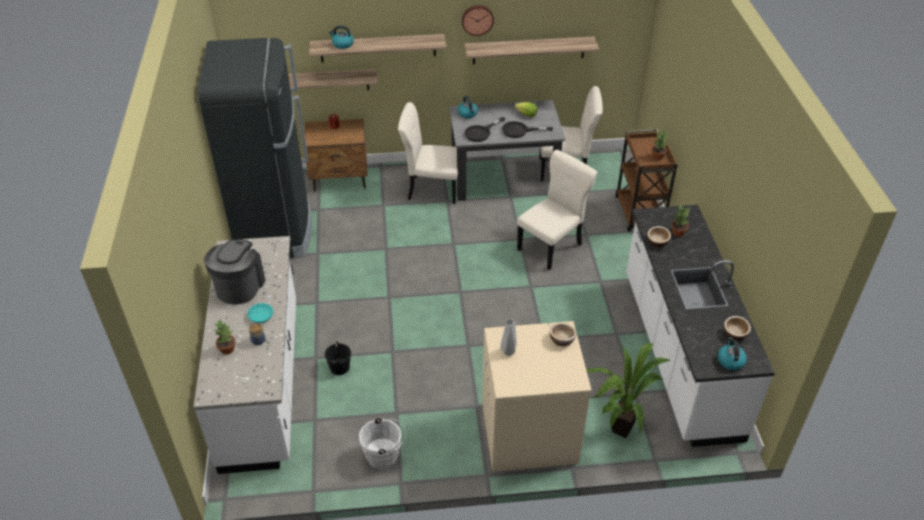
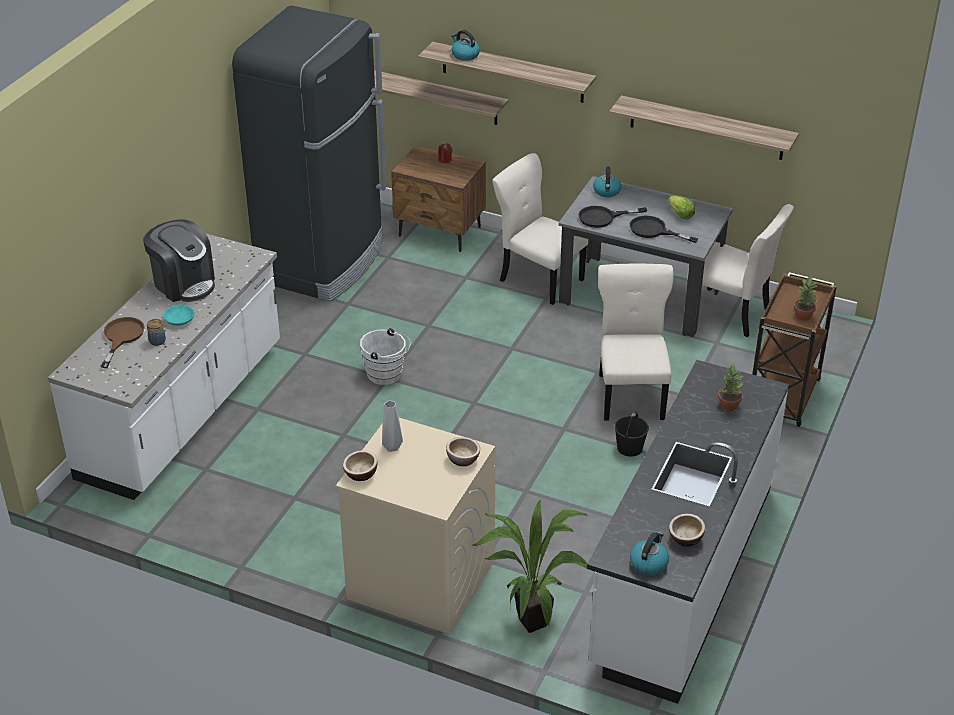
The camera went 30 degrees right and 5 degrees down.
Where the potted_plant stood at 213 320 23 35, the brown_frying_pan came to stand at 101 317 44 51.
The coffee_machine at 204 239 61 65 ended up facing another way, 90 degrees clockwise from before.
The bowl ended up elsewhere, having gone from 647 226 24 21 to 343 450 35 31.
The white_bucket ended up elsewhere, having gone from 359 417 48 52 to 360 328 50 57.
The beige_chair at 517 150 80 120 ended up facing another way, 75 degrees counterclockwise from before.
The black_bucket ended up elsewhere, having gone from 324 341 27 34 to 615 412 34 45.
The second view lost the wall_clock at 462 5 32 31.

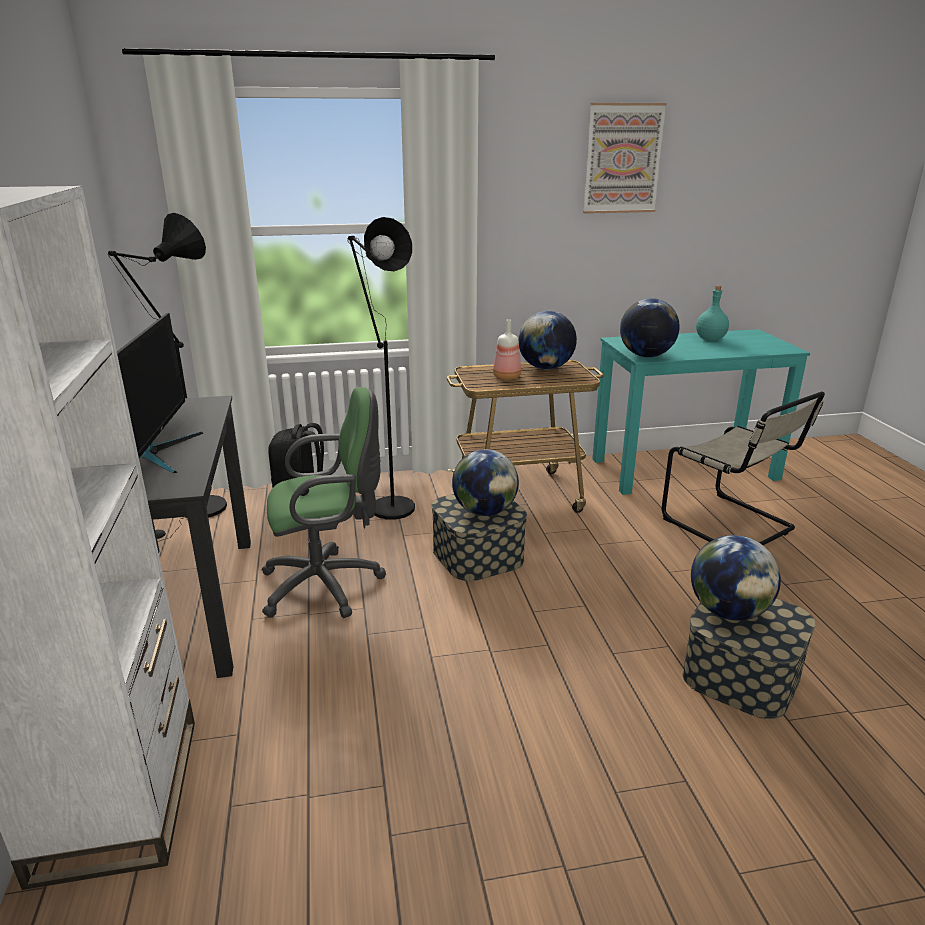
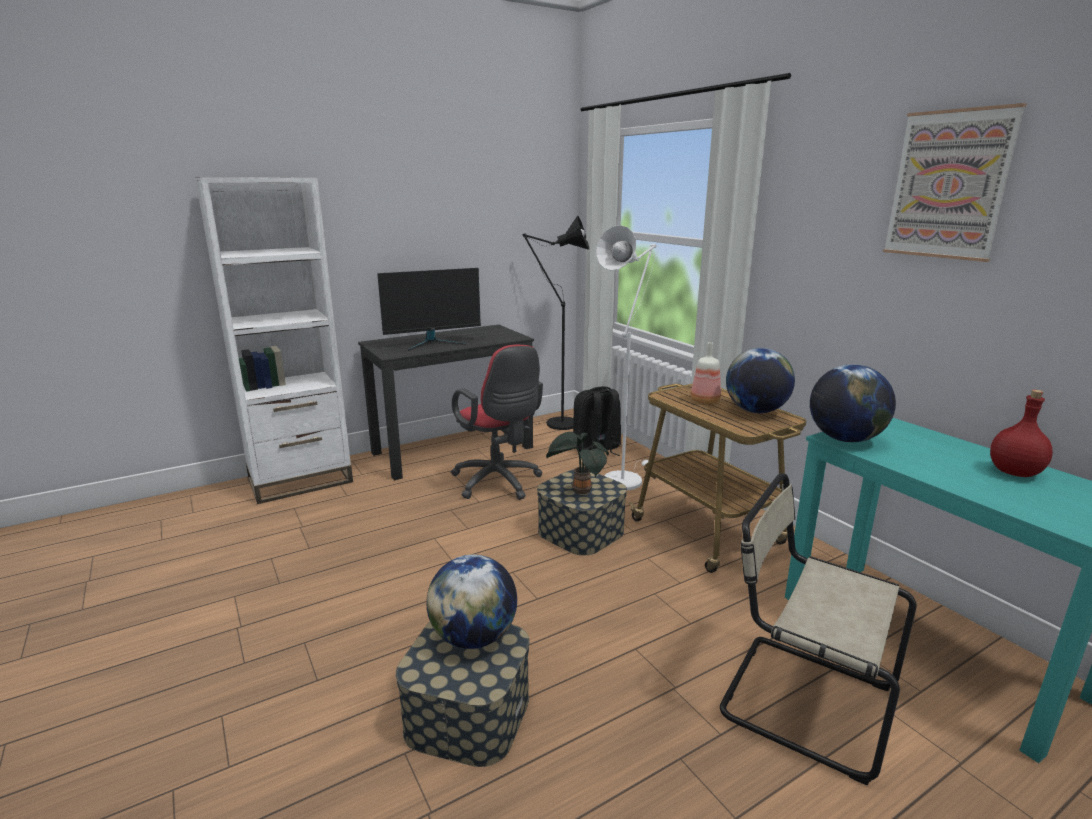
The camera went 70 degrees right and 5 degrees down.
What was the green_office_chair at 261 387 125 231 turned into the red_office_chair at 451 345 92 155.
Where the globe stood at 452 449 67 67, the potted_plant came to stand at 545 432 64 63.
What was the black_floor_lamp at 347 217 68 303 turned into the white_floor_lamp at 596 225 63 265.
The beige_chair at 662 391 163 154 ended up facing another way, 90 degrees clockwise from before.
What was the turquoise_bottle at 696 285 33 56 turned into the red_bottle at 990 390 63 87.

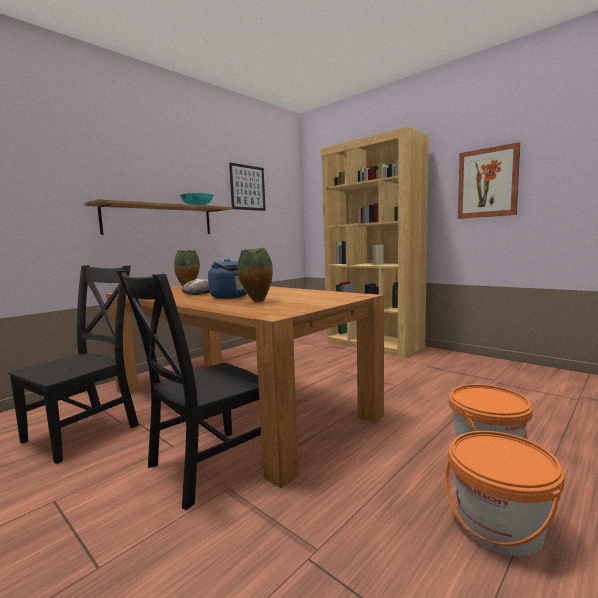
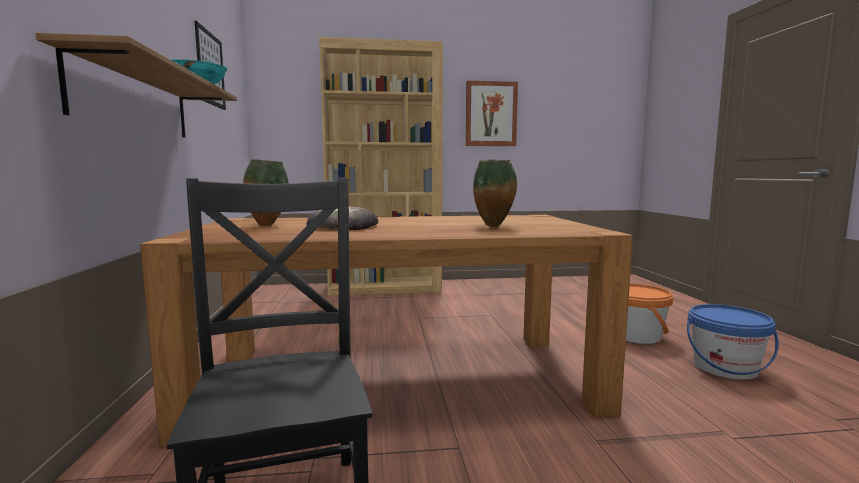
The camera went 50 degrees left and 0 degrees up.
What was the orange_bucket at 445 431 120 125 turned into the blue_bucket at 687 304 92 76.
The second view lost the black_chair at 117 270 144 240.
The second view lost the blue_kettle at 208 258 39 41.

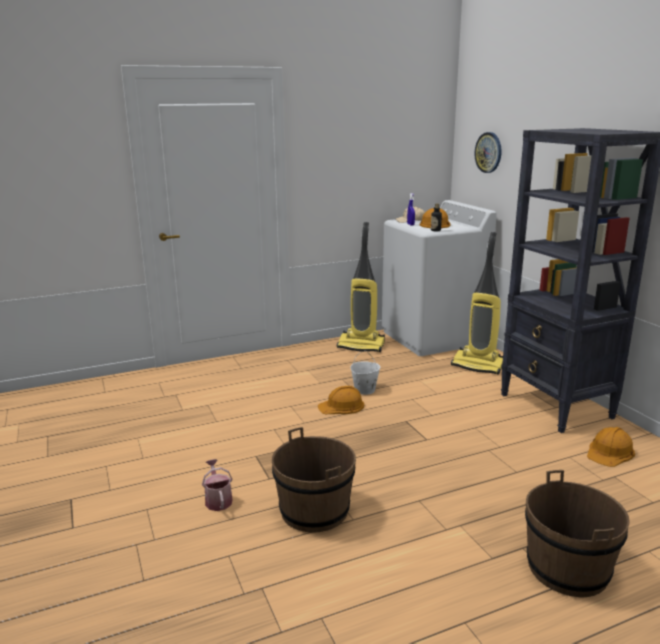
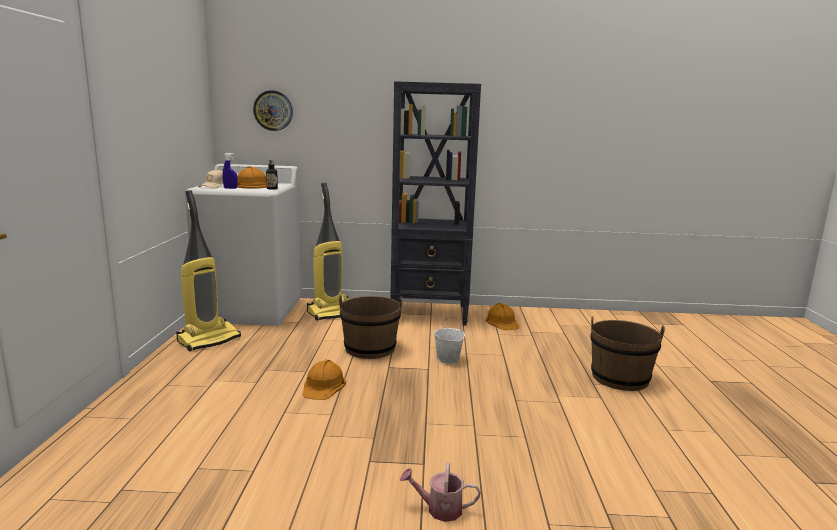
The camera went 65 degrees left and 5 degrees down.
The brown_bucket ended up elsewhere, having gone from 272 427 84 106 to 339 295 63 64.
The white_bucket ended up elsewhere, having gone from 351 351 29 44 to 434 316 31 48.

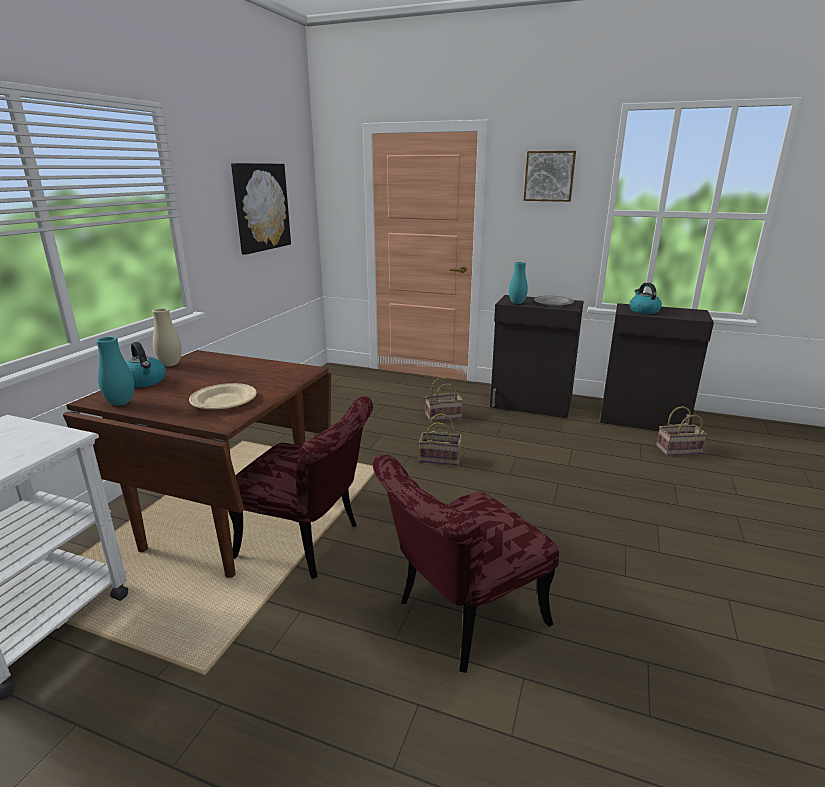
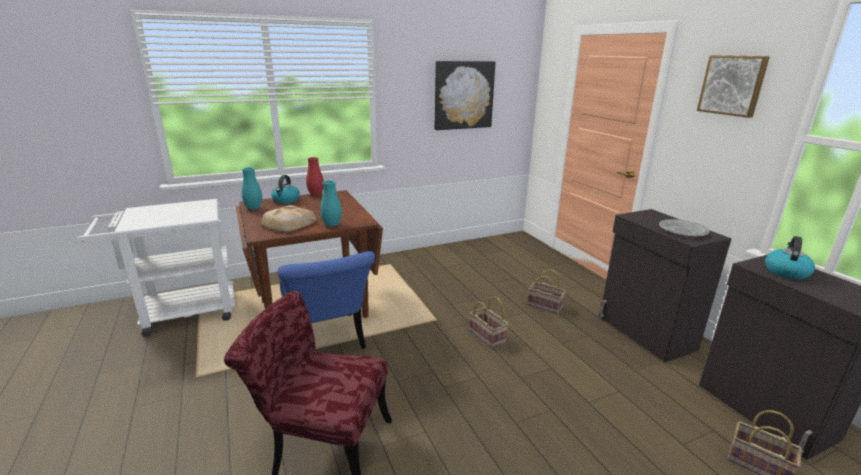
The camera went 45 degrees right and 0 degrees up.
Where the beige_plate stood at 189 383 68 26, the bread came to stand at 261 205 55 27.
What was the red_chair at 228 396 145 183 turned into the blue_chair at 278 251 97 98.
What was the beige_vase at 152 308 30 58 turned into the red_vase at 306 157 18 39.
The turquoise_vase ended up elsewhere, having gone from 509 262 19 42 to 320 180 22 47.

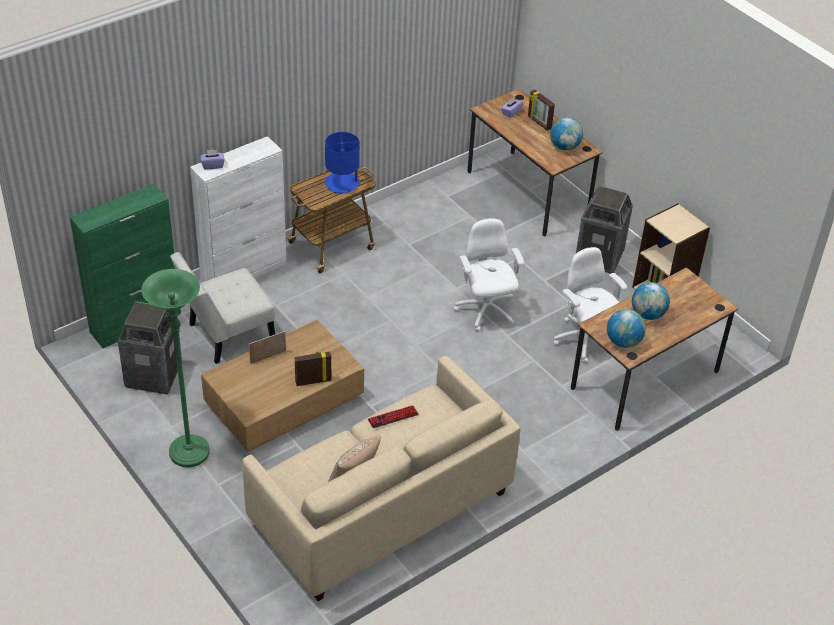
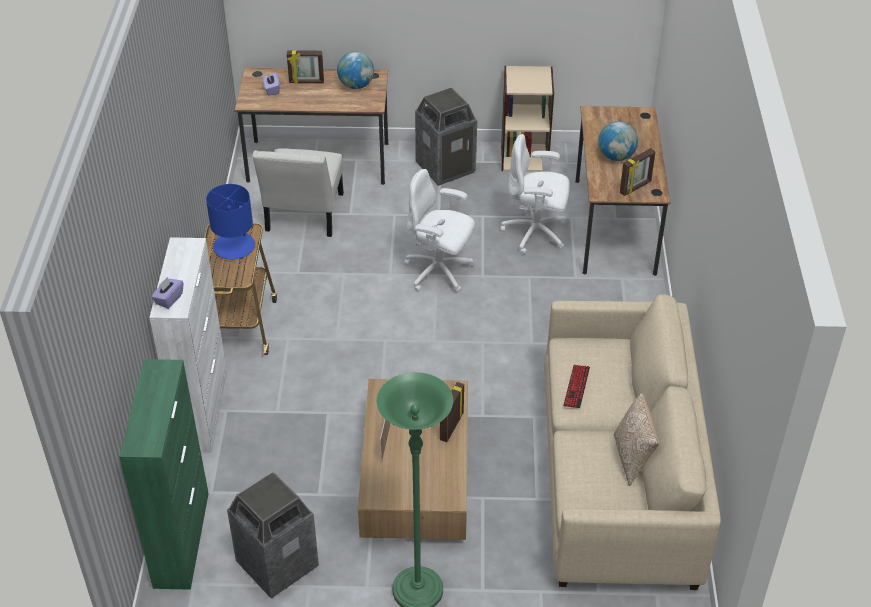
The camera went 50 degrees left and 0 degrees up.
The white_chair ended up elsewhere, having gone from 170 252 105 112 to 252 148 92 89.
Where the globe stood at 607 309 39 39, the picture_frame came to stand at 620 148 36 48.

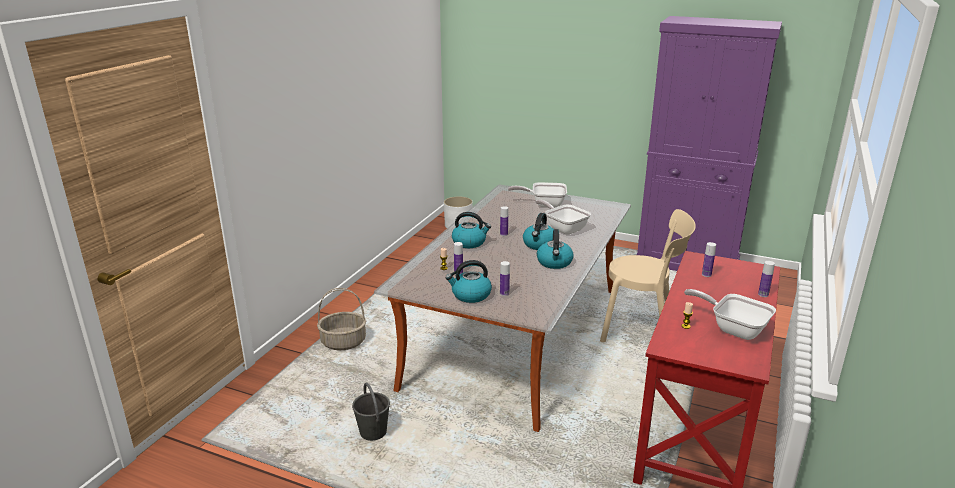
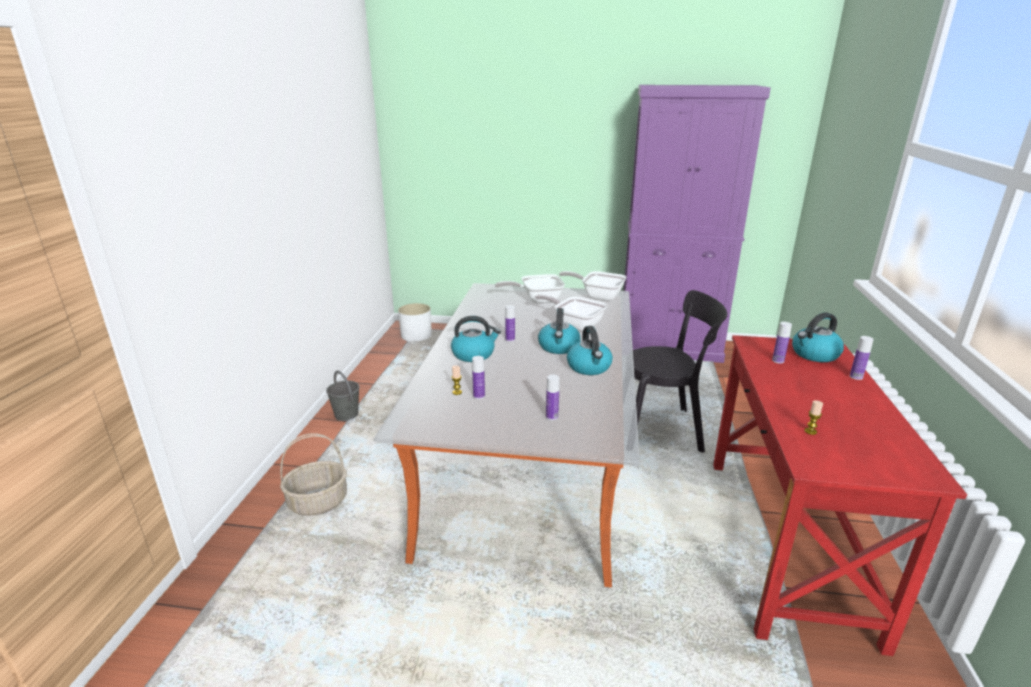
The camera went 15 degrees left and 0 degrees up.
The grey_bucket ended up elsewhere, having gone from 352 383 38 58 to 326 371 34 50.
The frying_pan ended up elsewhere, having gone from 684 289 92 51 to 559 271 68 30.
What was the beige_chair at 600 209 96 134 turned into the black_chair at 633 290 94 162.
The kettle ended up elsewhere, having gone from 446 260 46 43 to 792 312 52 50.

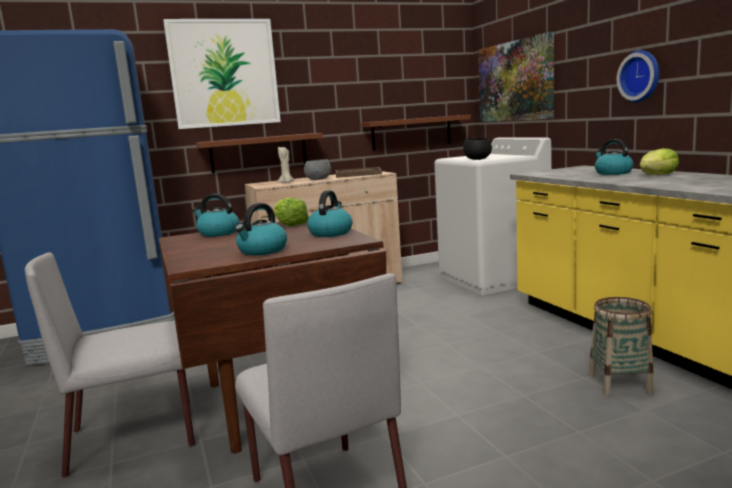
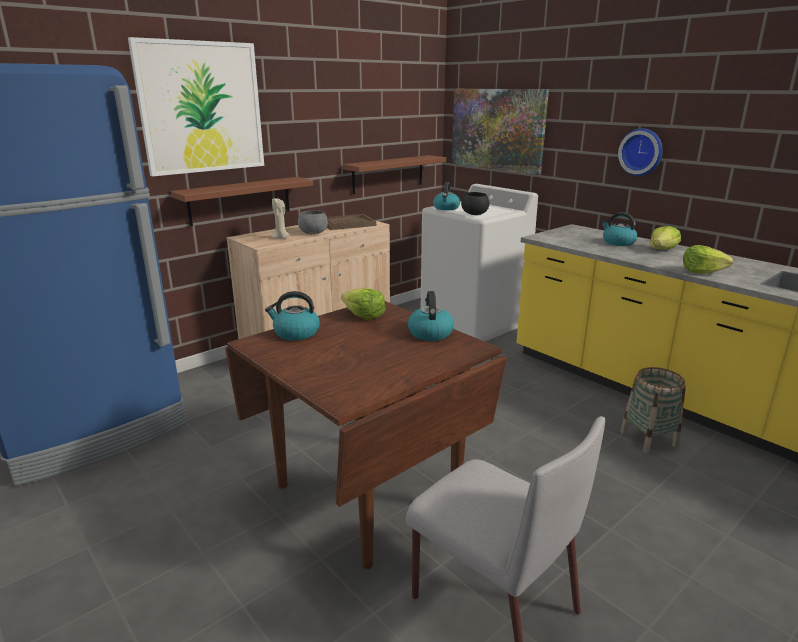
The camera went 20 degrees left and 10 degrees up.
The kettle ended up elsewhere, having gone from 235 203 52 52 to 433 182 27 28.
The second view gained the lettuce at 683 245 50 29.
The second view lost the grey_chair at 25 252 170 226.

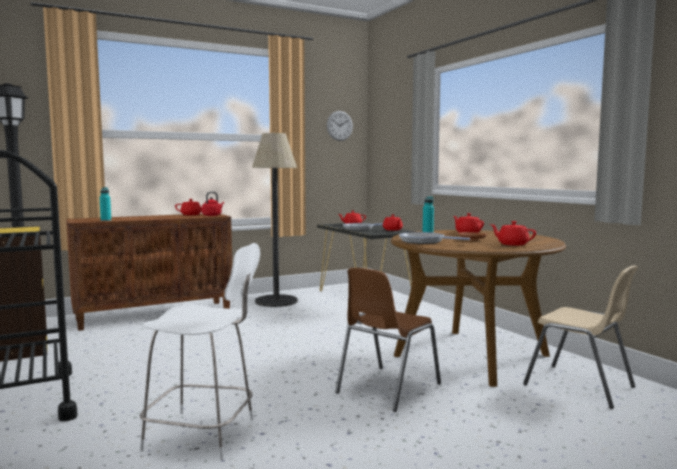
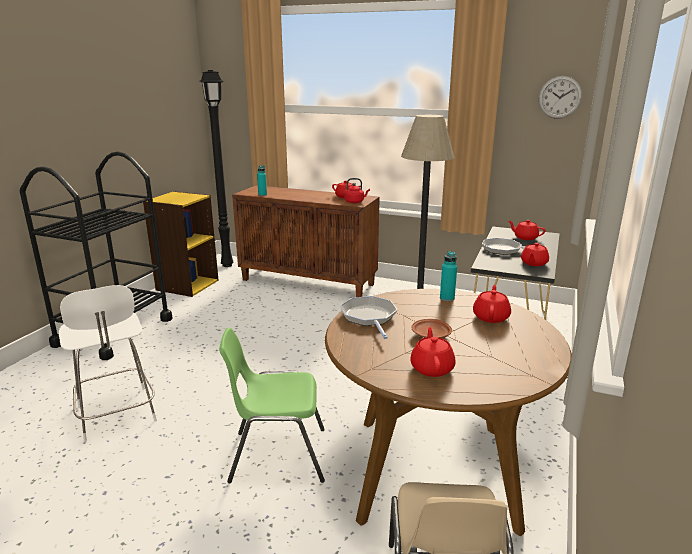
The camera went 50 degrees right and 15 degrees up.
What was the brown_chair at 335 268 106 144 turned into the green_chair at 219 327 106 156.

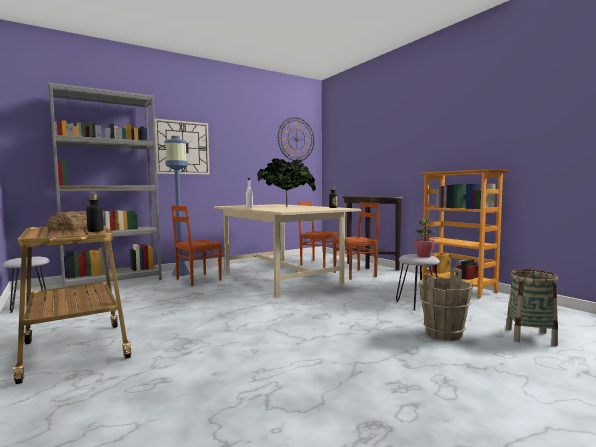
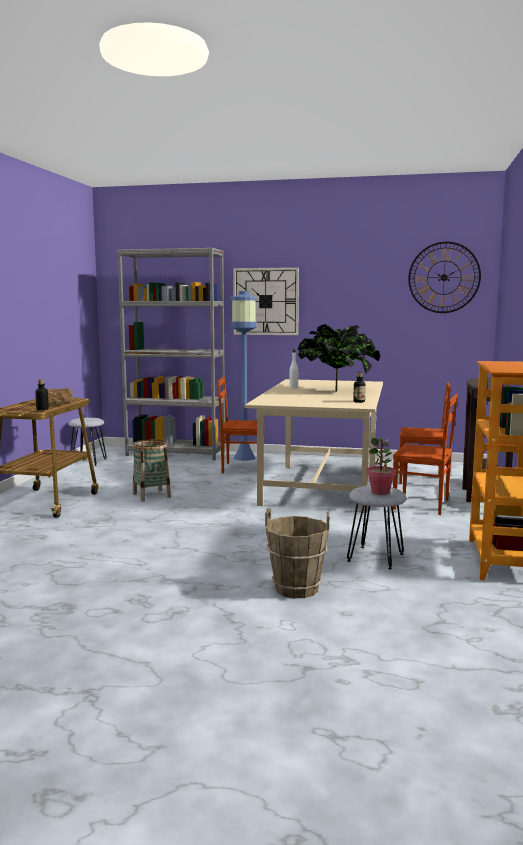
The camera went 45 degrees right and 5 degrees up.
The basket ended up elsewhere, having gone from 506 269 52 77 to 133 439 38 62.
The brown_chair at 298 201 39 67 ended up facing another way, 120 degrees clockwise from before.

